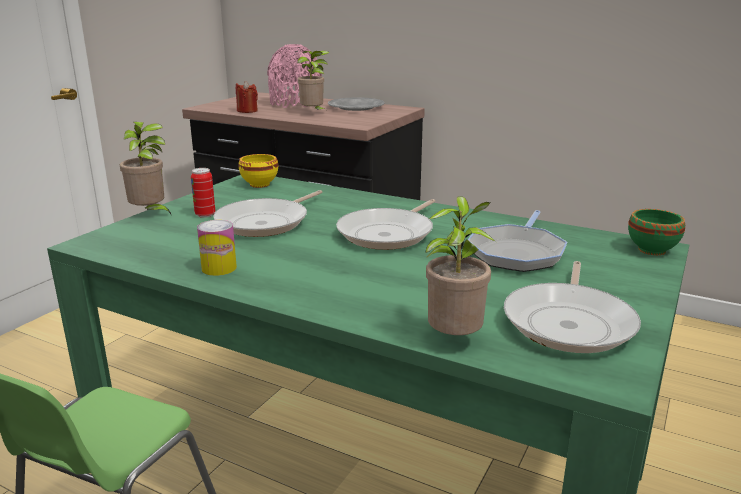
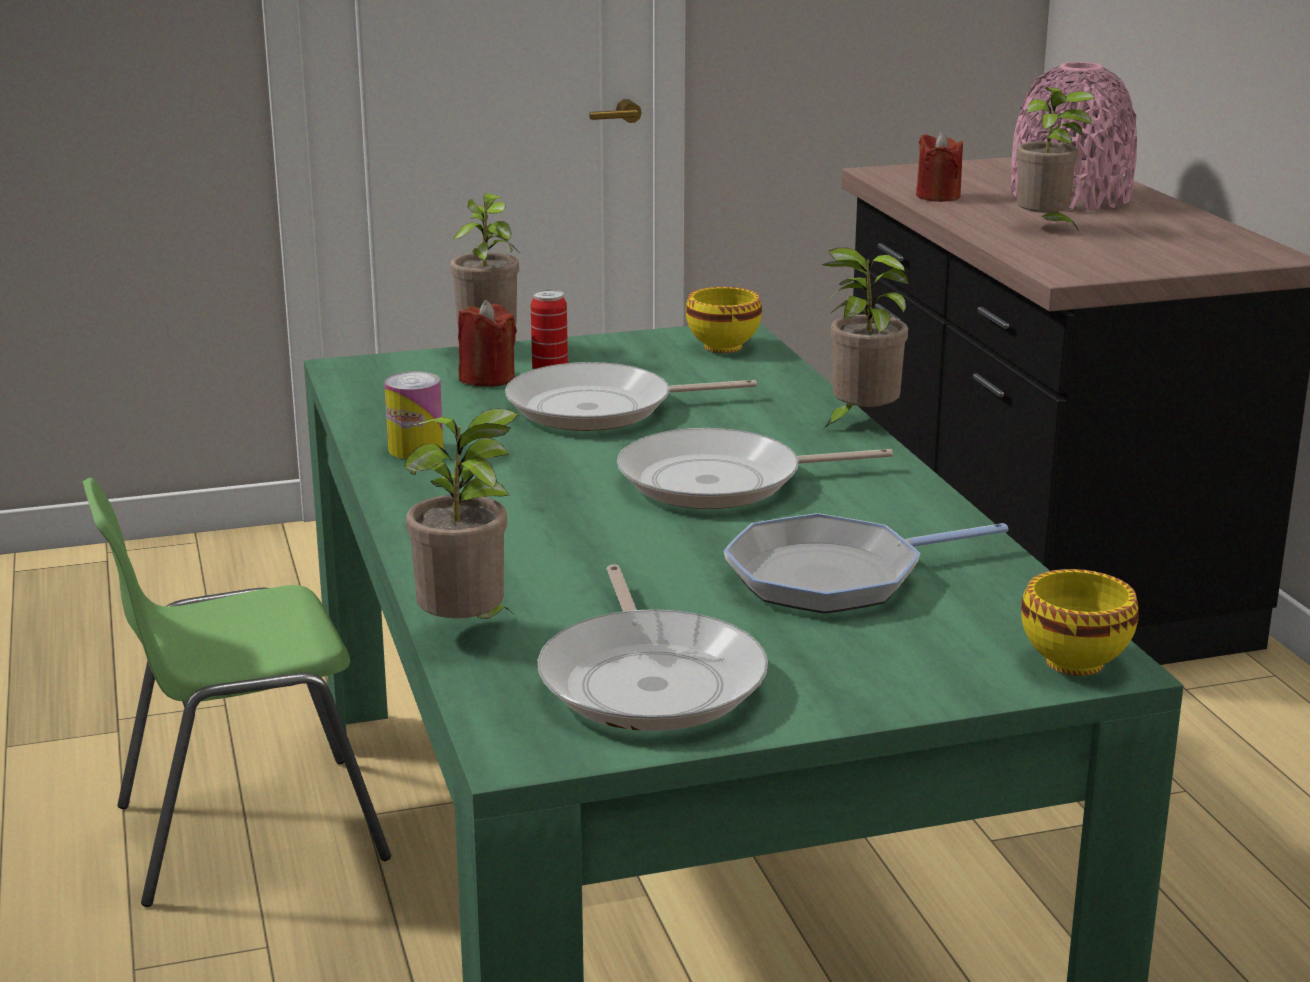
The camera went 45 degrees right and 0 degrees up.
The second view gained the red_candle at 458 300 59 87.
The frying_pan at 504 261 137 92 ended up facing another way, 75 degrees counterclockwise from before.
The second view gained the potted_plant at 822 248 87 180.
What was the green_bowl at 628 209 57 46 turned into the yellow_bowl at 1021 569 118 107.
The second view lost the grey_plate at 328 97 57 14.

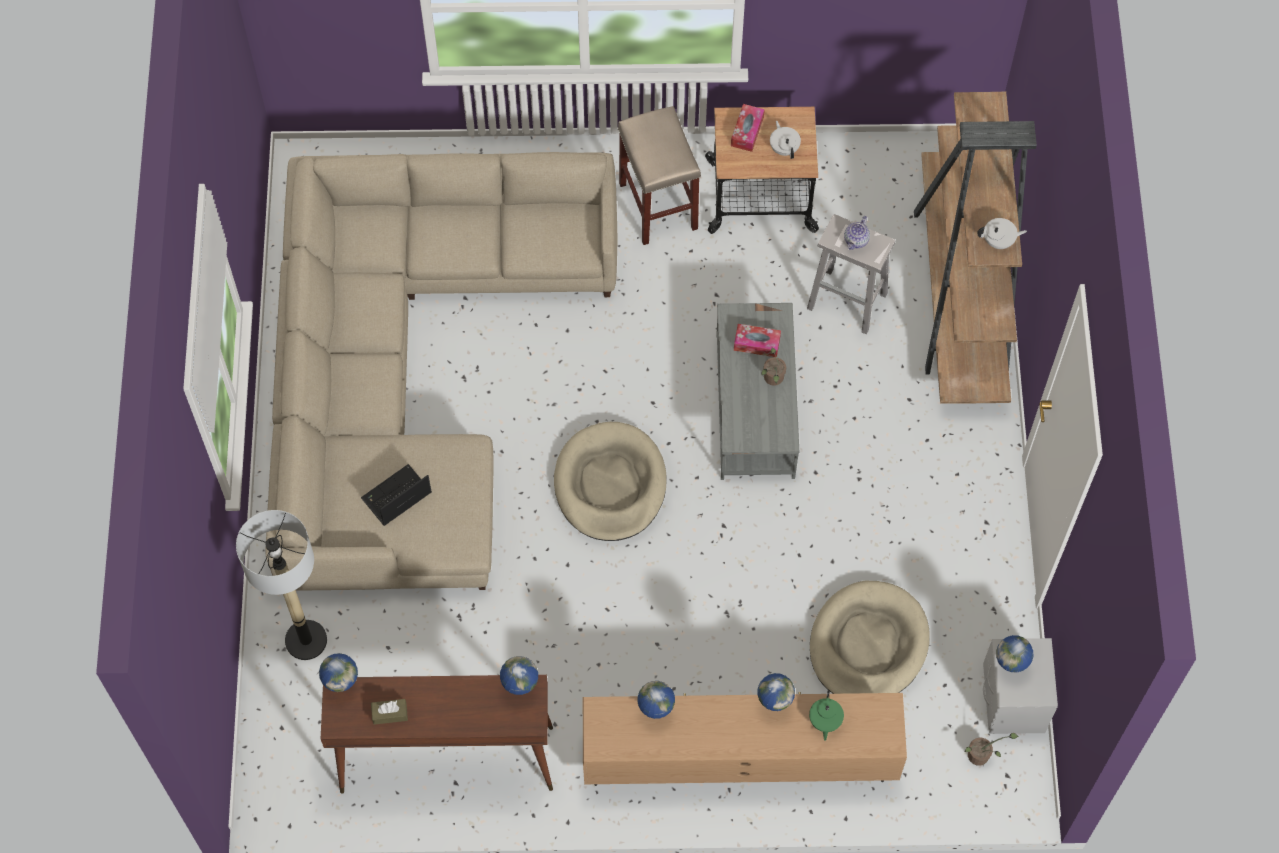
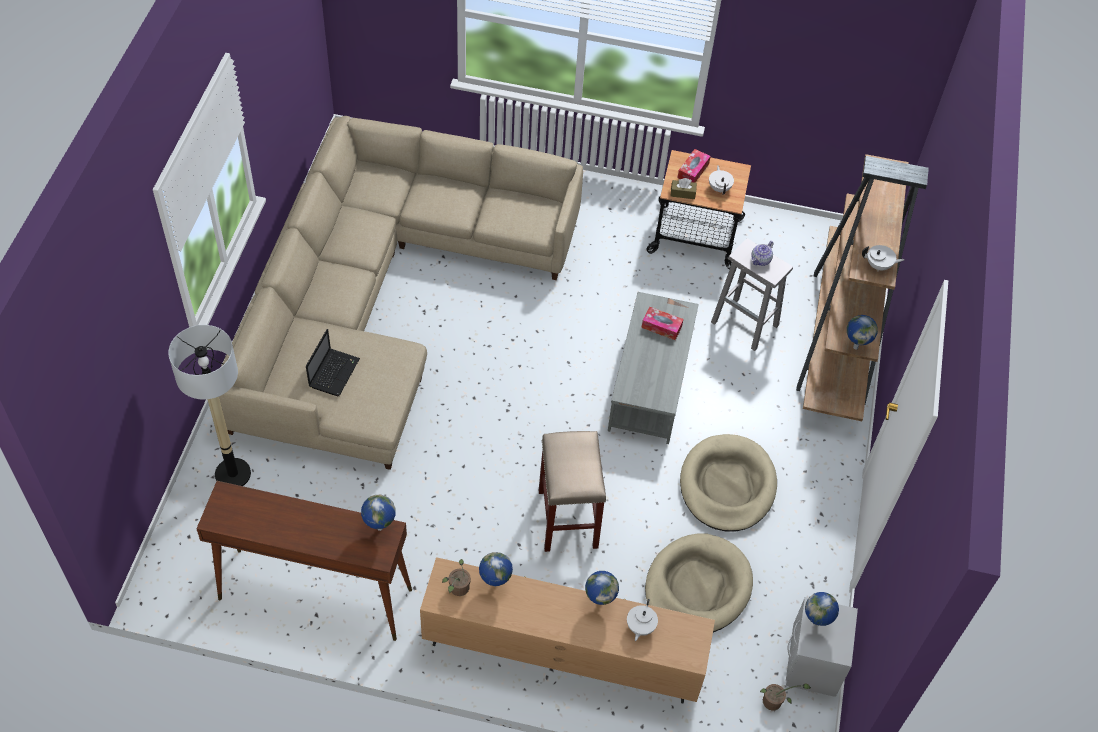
The camera went 10 degrees right and 10 degrees down.
The laptop at 361 464 71 62 ended up facing another way, 135 degrees clockwise from before.
The potted_plant ended up elsewhere, having gone from 762 348 24 38 to 442 559 29 37.
The beige_stool ended up elsewhere, having gone from 618 106 83 139 to 539 431 67 121.
What was the green_teapot at 809 691 35 50 turned into the white_teapot at 627 599 31 42.
The brown_tissue_box ended up elsewhere, having gone from 371 699 37 26 to 671 178 26 21.
The beige_dog_bed ended up elsewhere, having gone from 554 422 113 119 to 680 434 97 98.
The globe ended up elsewhere, having gone from 319 653 39 39 to 847 315 31 35.

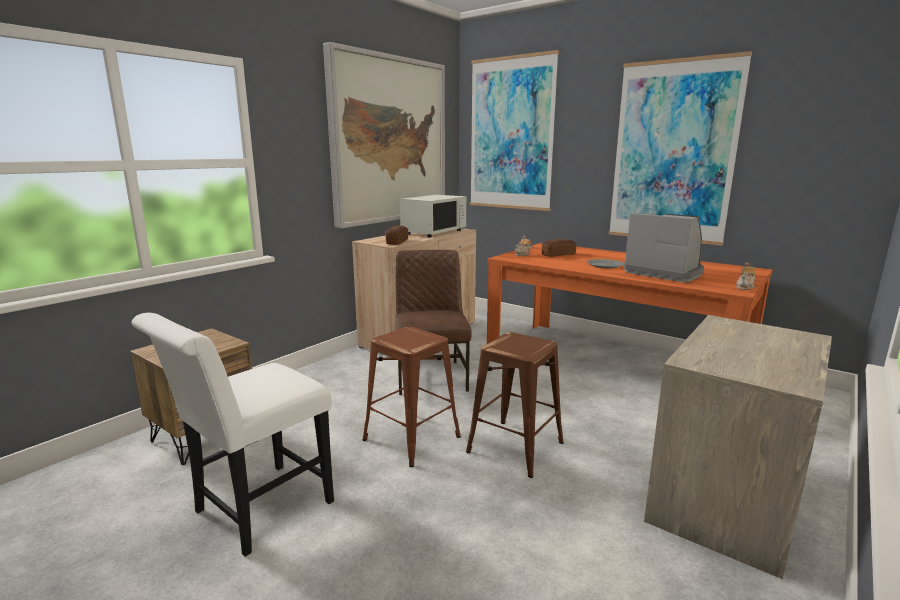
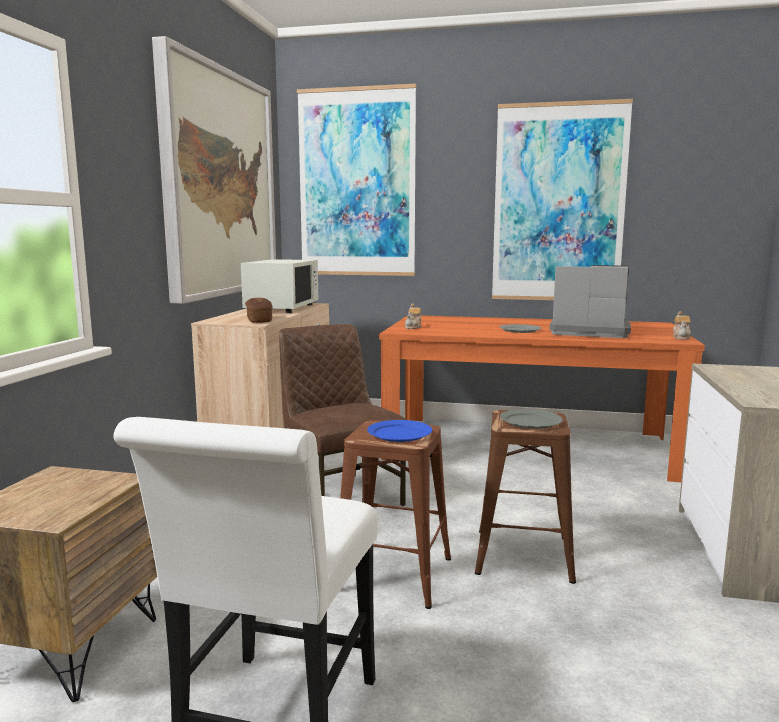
The camera went 25 degrees left and 5 degrees down.
The second view gained the blue_plate at 367 420 65 22.
The second view gained the grey_plate at 500 409 63 20.
The second view lost the bread at 542 239 34 18.

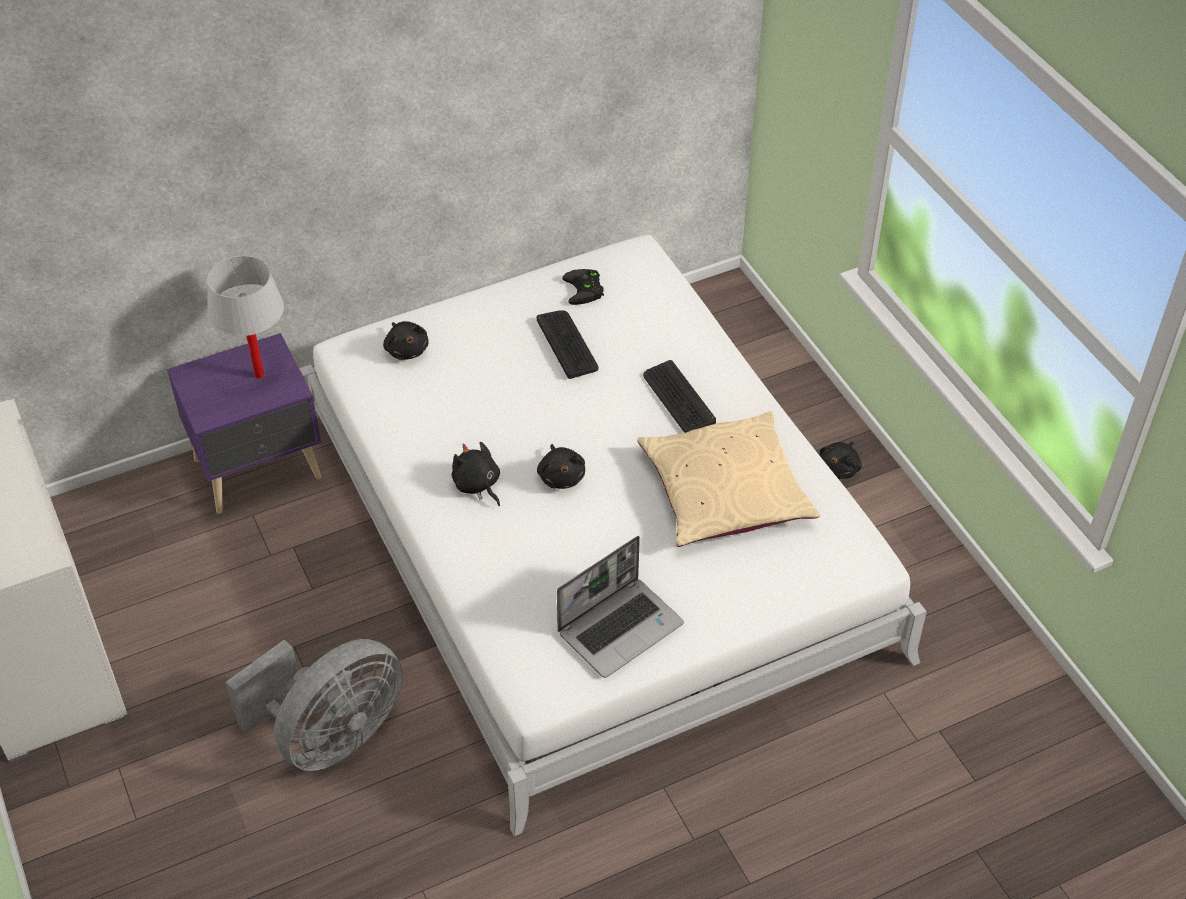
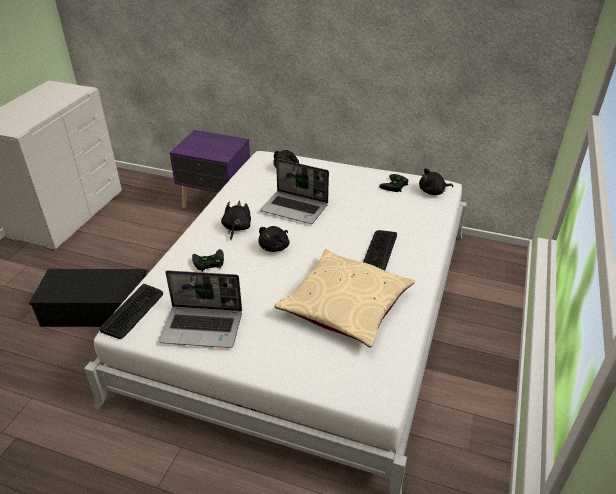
The camera went 45 degrees right and 10 degrees down.
Where the grey_fan stood at 226 639 177 132, the black_storage_box came to stand at 29 269 117 58.
The keyboard ended up elsewhere, having gone from 537 310 62 69 to 99 284 64 55.
The second view gained the black_game_controller at 192 249 32 23.
The second view gained the laptop at 260 159 69 65.
The black_plush_toy ended up elsewhere, having gone from 819 442 43 37 to 419 168 34 27.
The second view lost the white_table_lamp at 207 256 77 123.

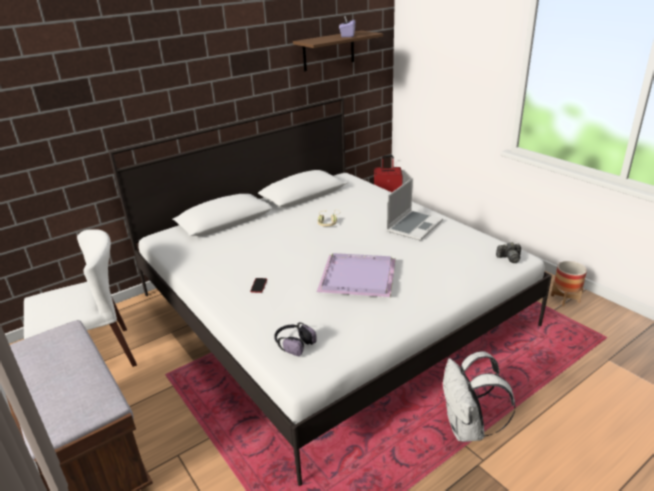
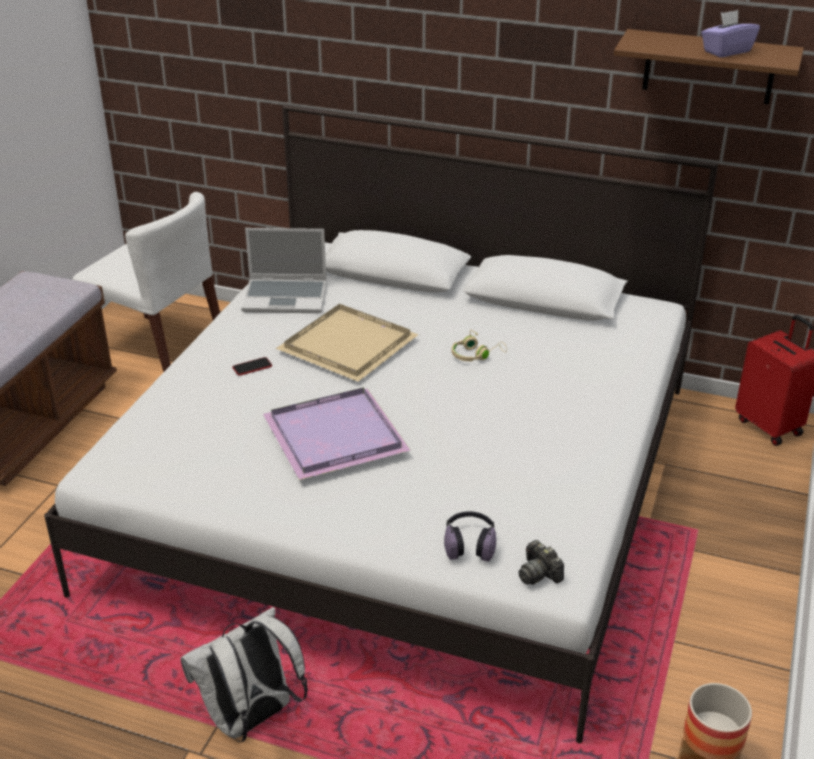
The camera went 55 degrees right and 5 degrees up.
The laptop ended up elsewhere, having gone from 387 178 56 63 to 241 228 86 85.
The second view gained the beige_tray at 276 304 142 78.
The headphones ended up elsewhere, having gone from 274 322 43 34 to 444 511 52 51.

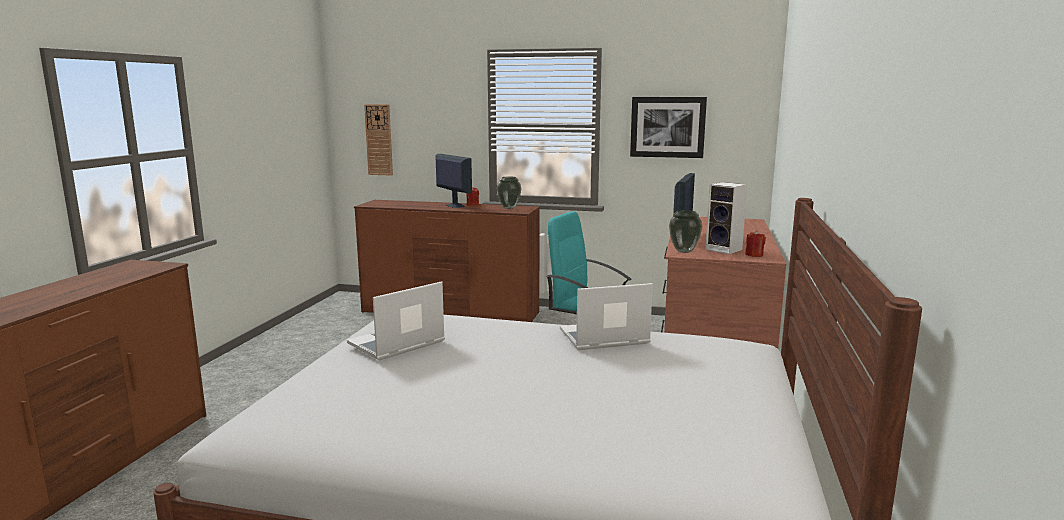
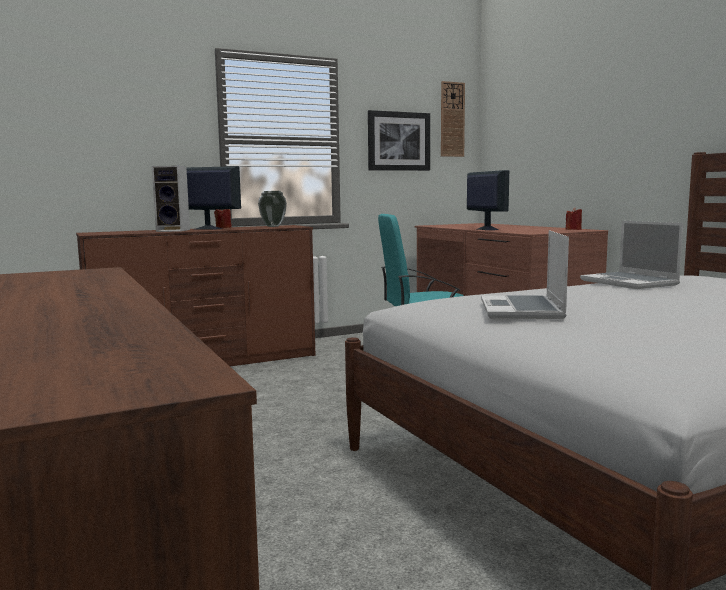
The camera went 40 degrees left and 5 degrees down.
The speaker ended up elsewhere, having gone from 705 182 42 72 to 152 166 38 66.
The wall_clock ended up elsewhere, having gone from 364 104 29 72 to 441 81 24 76.
The laptop at 560 283 93 67 ended up facing another way, 60 degrees counterclockwise from before.
The second view lost the vase at 669 210 33 43.

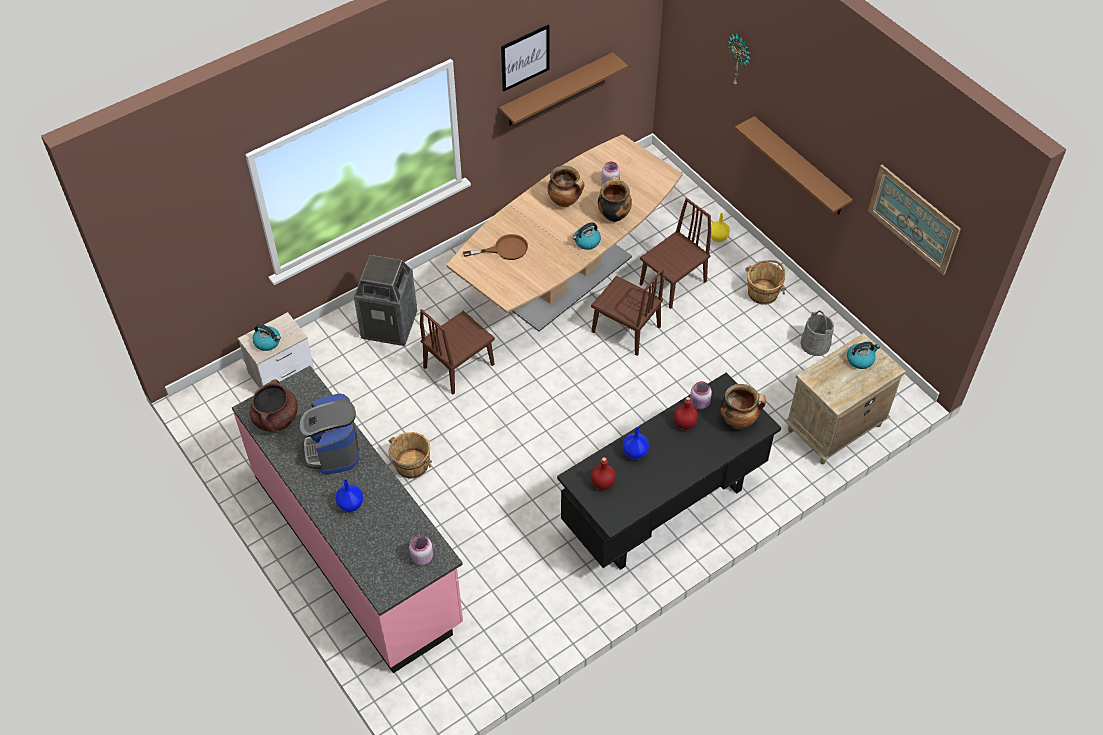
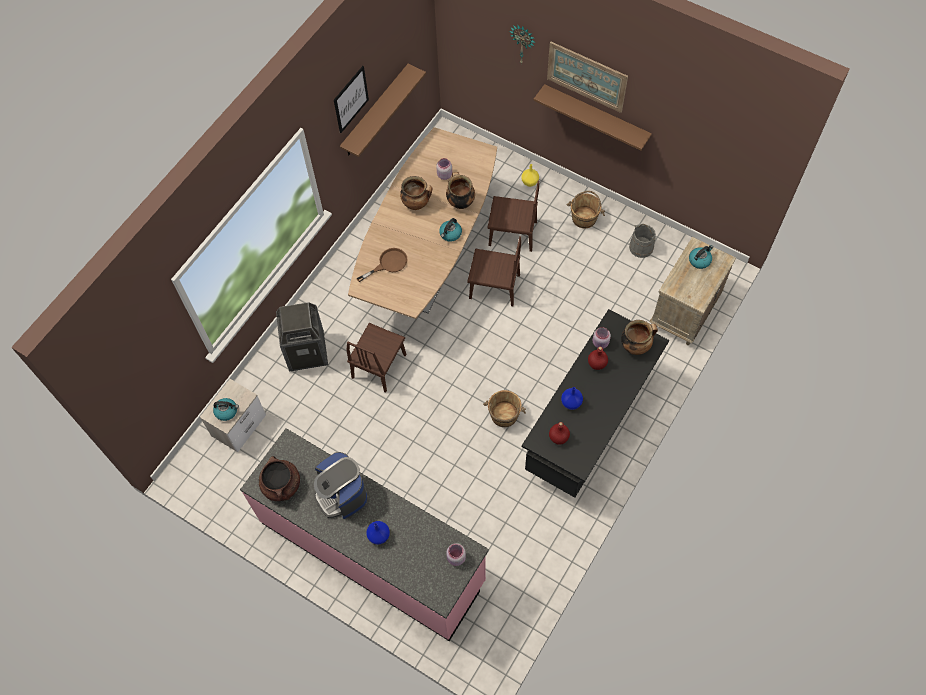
The camera went 20 degrees left and 10 degrees up.
The brown_bucket ended up elsewhere, having gone from 389 432 43 46 to 483 390 43 37.
The brown_chair at 639 198 72 111 ended up facing another way, 75 degrees clockwise from before.
The picture ended up elsewhere, having gone from 868 165 93 110 to 547 42 81 71.

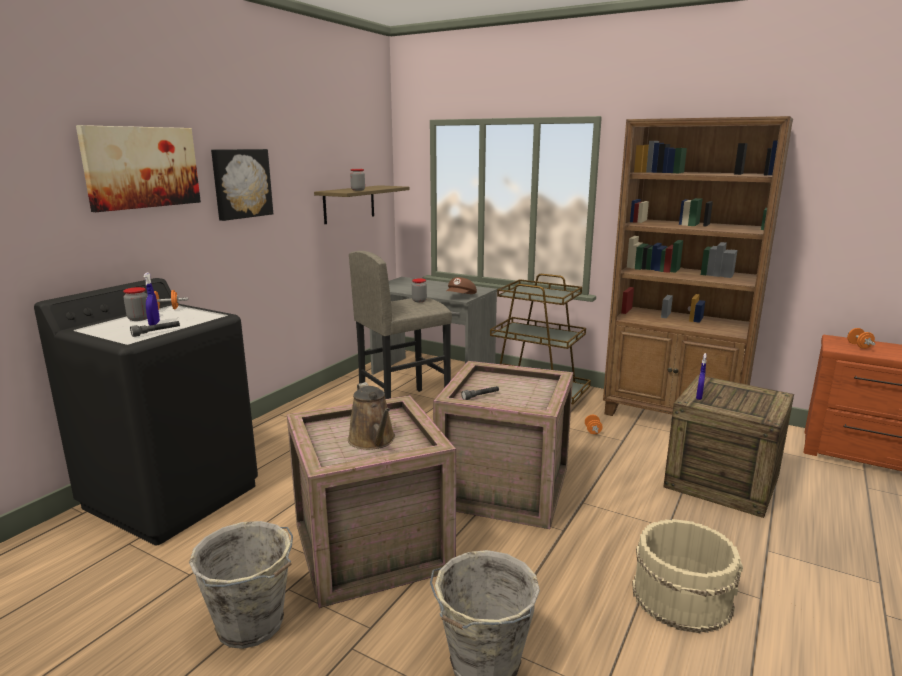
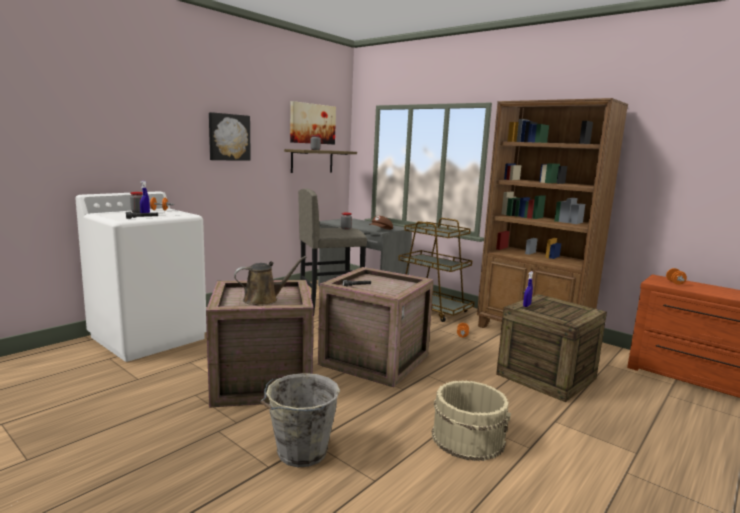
The camera went 10 degrees right and 5 degrees down.
What was the black_washing_machine at 34 278 224 268 turned into the white_washing_machine at 75 191 132 171.
The brown_watering_can at 348 382 47 68 ended up facing another way, 105 degrees counterclockwise from before.
The picture ended up elsewhere, having gone from 76 125 125 87 to 290 101 46 43.
The second view lost the grey_bucket at 189 521 104 128.

